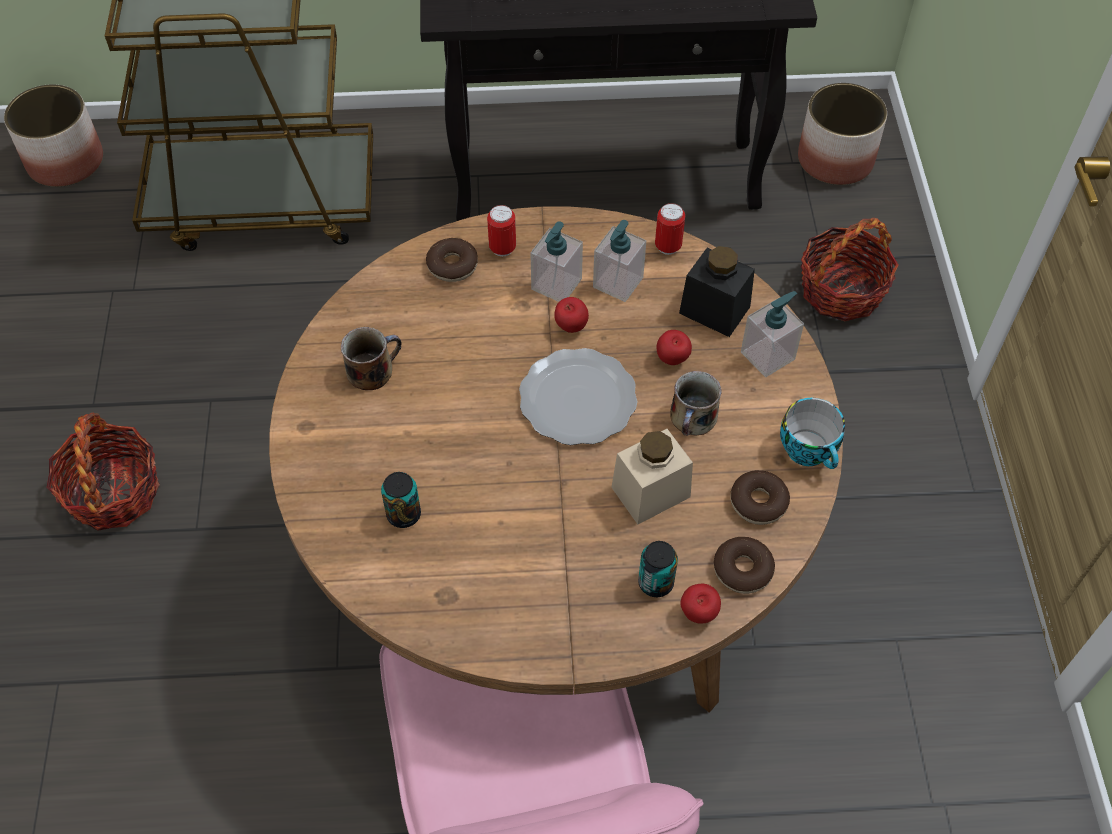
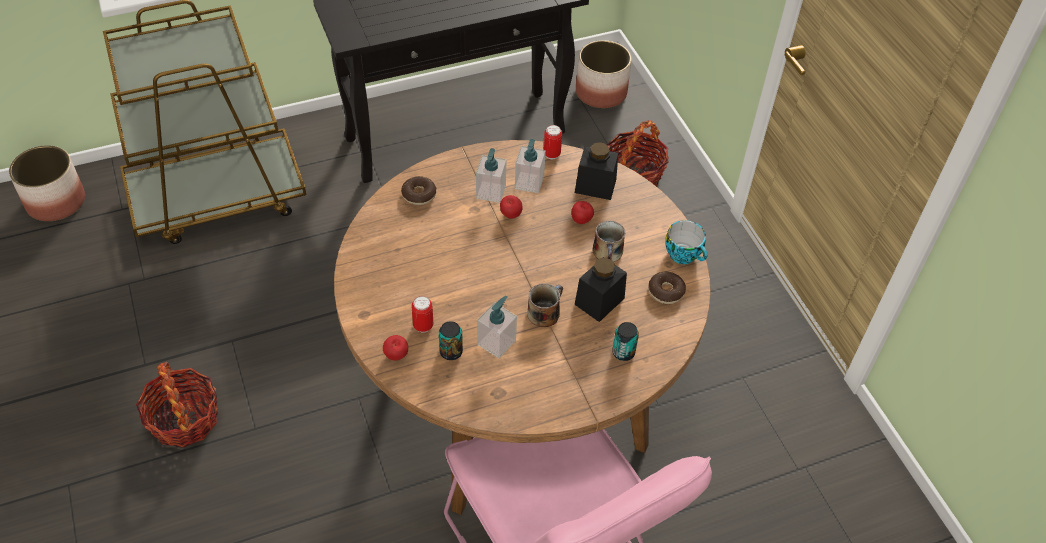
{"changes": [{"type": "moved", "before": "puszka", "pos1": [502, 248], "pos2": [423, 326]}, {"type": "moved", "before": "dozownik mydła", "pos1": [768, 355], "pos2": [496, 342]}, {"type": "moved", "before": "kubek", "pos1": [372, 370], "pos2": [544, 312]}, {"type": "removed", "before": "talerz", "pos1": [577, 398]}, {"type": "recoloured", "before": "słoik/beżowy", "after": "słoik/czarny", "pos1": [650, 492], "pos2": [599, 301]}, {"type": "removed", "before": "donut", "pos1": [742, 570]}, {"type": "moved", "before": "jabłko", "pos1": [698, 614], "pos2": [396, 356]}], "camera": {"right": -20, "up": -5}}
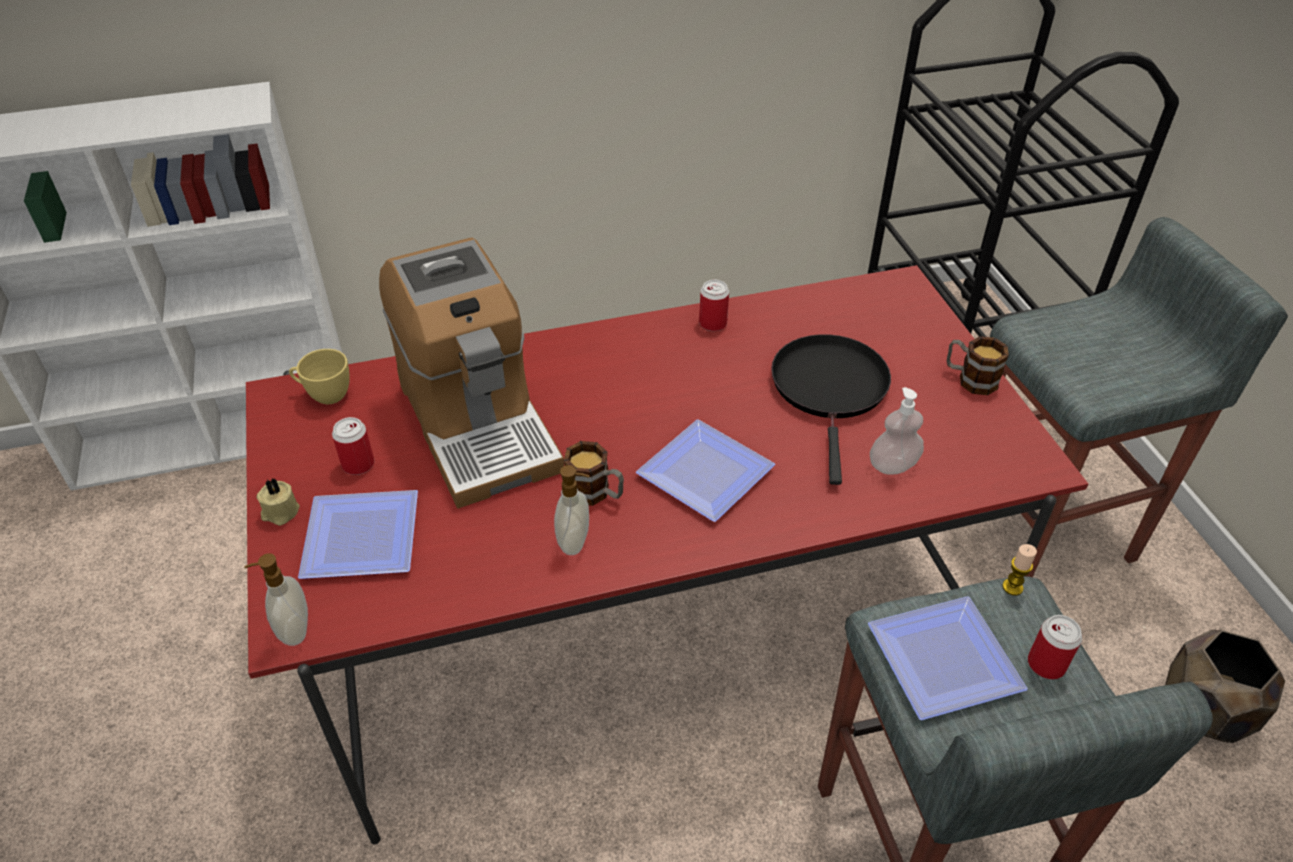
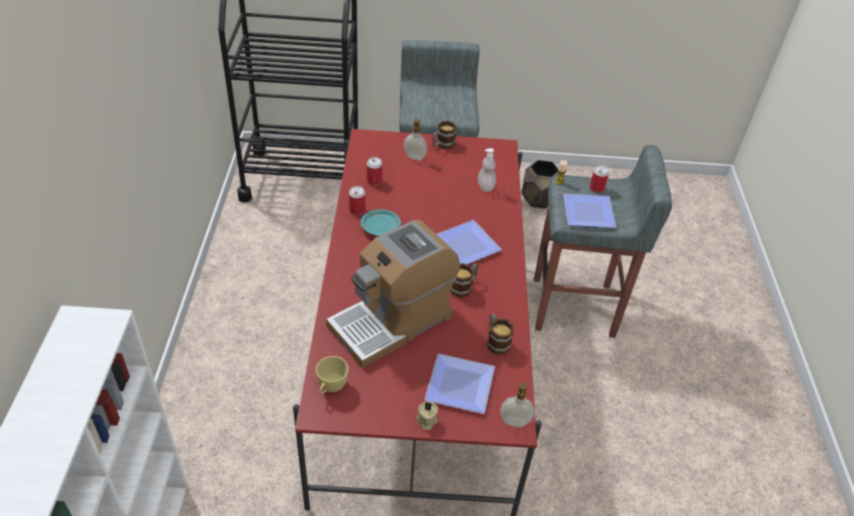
{"changes": [{"type": "turned", "before": "ekspres do kawy", "pos1": [478, 424], "pos2": [392, 321], "turn": 150}, {"type": "removed", "before": "patelnia/czarny", "pos1": [830, 390]}, {"type": "moved", "before": "puszka", "pos1": [358, 464], "pos2": [374, 181]}, {"type": "moved", "before": "dozownik mydła", "pos1": [575, 542], "pos2": [415, 157]}, {"type": "added", "after": "talerz/turkusowy", "pos2": [381, 228]}, {"type": "added", "after": "kubek", "pos2": [496, 341]}], "camera": {"right": -75, "up": 0}}
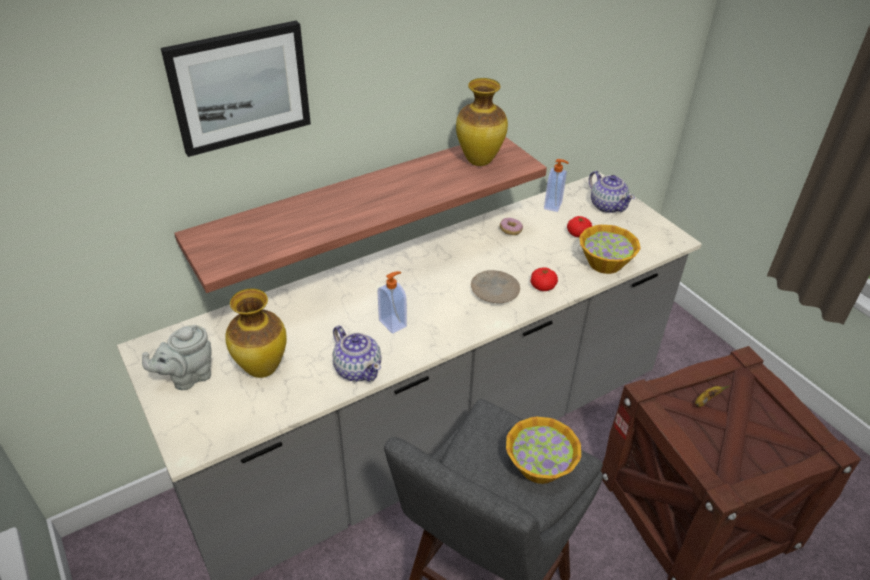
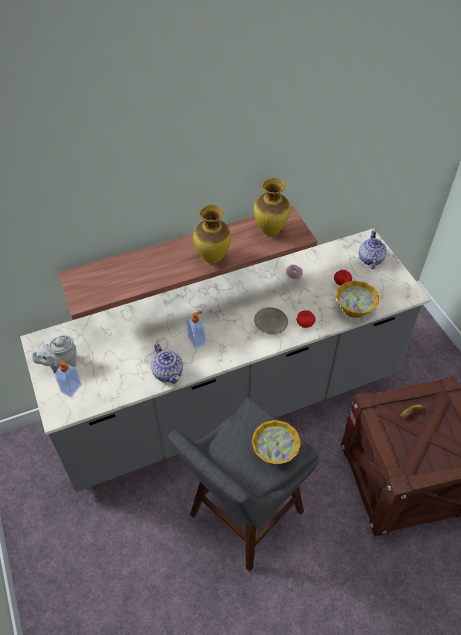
{"changes": [{"type": "removed", "before": "obraz", "pos1": [240, 87]}, {"type": "moved", "before": "dozownik mydła", "pos1": [553, 205], "pos2": [72, 389]}, {"type": "turned", "before": "imbryk", "pos1": [607, 205], "pos2": [370, 259], "turn": -150}, {"type": "moved", "before": "wazon", "pos1": [261, 369], "pos2": [212, 258]}], "camera": {"right": 10, "up": 10}}
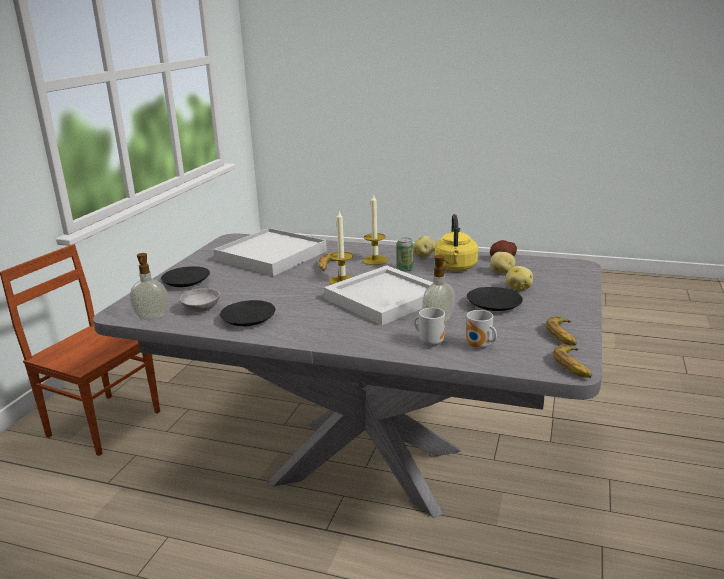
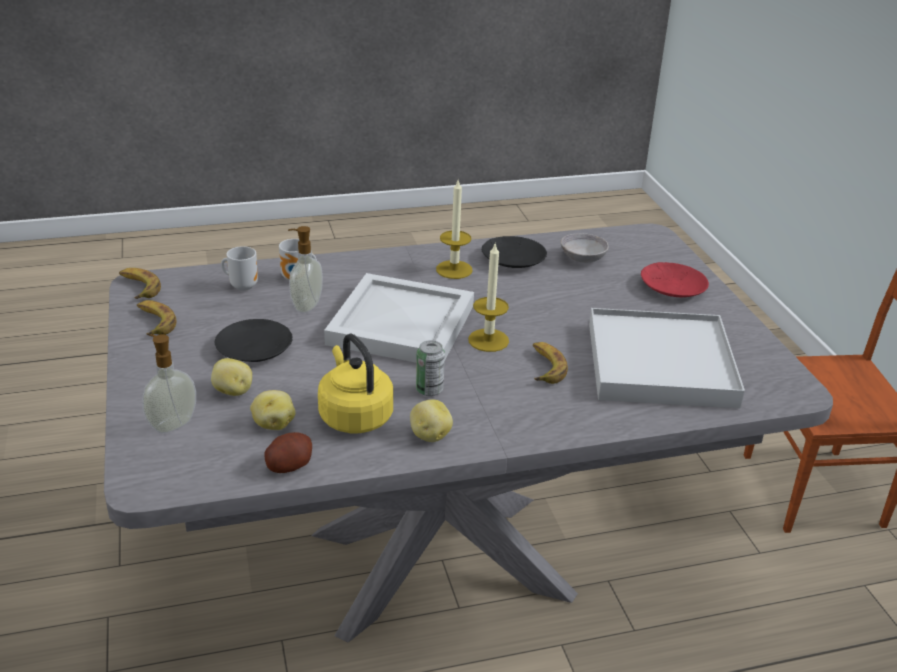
{"changes": [{"type": "moved", "before": "świeca", "pos1": [375, 260], "pos2": [454, 269]}, {"type": "moved", "before": "dozownik mydła", "pos1": [152, 317], "pos2": [172, 424]}, {"type": "recoloured", "before": "talerz/czarny", "after": "talerz/czerwony", "pos1": [186, 282], "pos2": [672, 287]}], "camera": {"right": 145, "up": 10}}
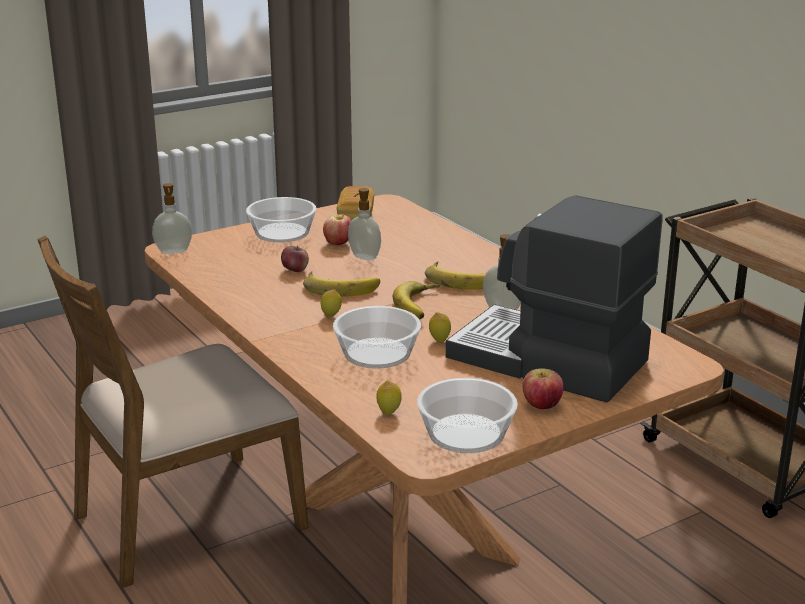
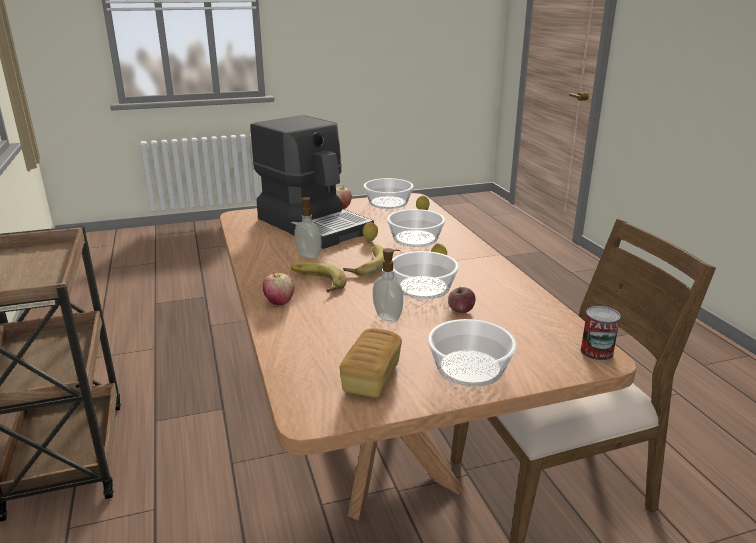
{"changes": [{"type": "replaced", "before": "dozownik mydła", "after": "puszka", "pos1": [174, 252], "pos2": [596, 352]}, {"type": "moved", "before": "jabłko", "pos1": [338, 243], "pos2": [279, 302]}, {"type": "replaced", "before": "banan", "after": "miska", "pos1": [341, 287], "pos2": [422, 287]}], "camera": {"right": -165, "up": 0}}
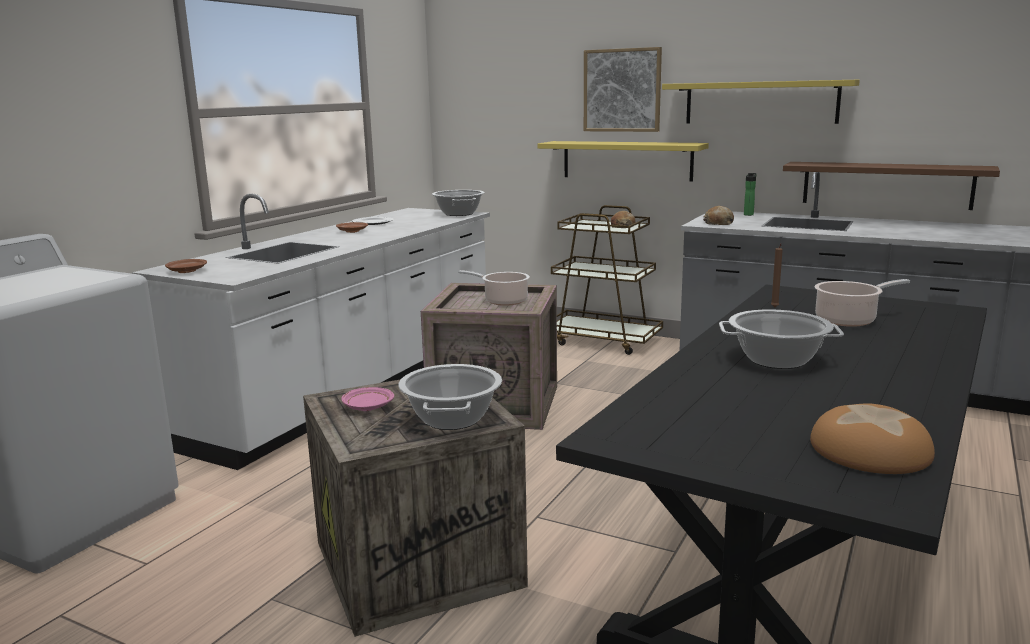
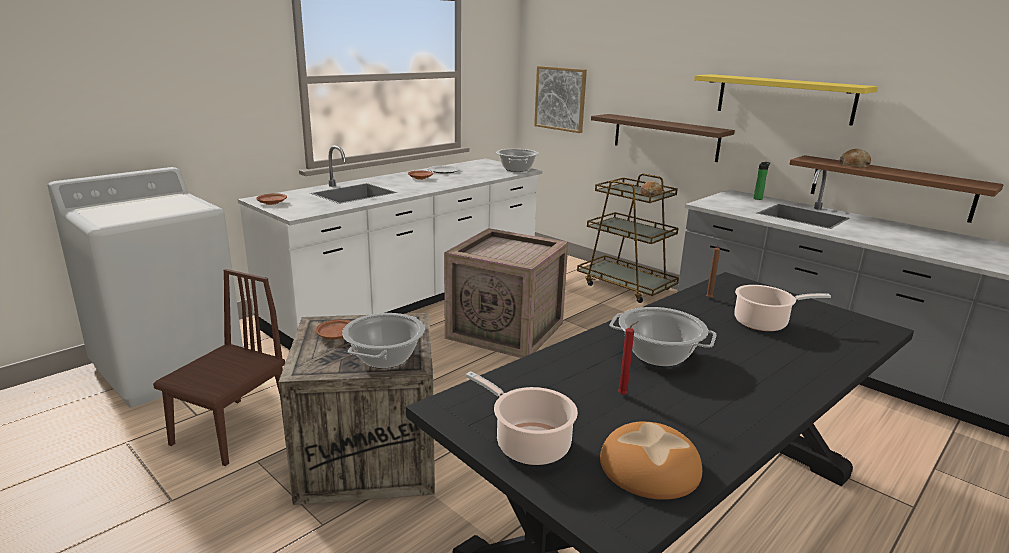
{"changes": [{"type": "moved", "before": "obraz", "pos1": [622, 90], "pos2": [560, 99]}, {"type": "recoloured", "before": "półka/żółty", "after": "półka/brązowy", "pos1": [626, 160], "pos2": [665, 137]}, {"type": "moved", "before": "chleb", "pos1": [718, 223], "pos2": [854, 165]}, {"type": "moved", "before": "garnek", "pos1": [503, 301], "pos2": [528, 443]}, {"type": "recoloured", "before": "talerz/różowy", "after": "talerz/brązowy", "pos1": [367, 407], "pos2": [336, 335]}, {"type": "added", "after": "krzesło/brązowy", "pos2": [232, 431]}, {"type": "added", "after": "świeca/czerwony", "pos2": [624, 395]}], "camera": {"right": 15, "up": 5}}
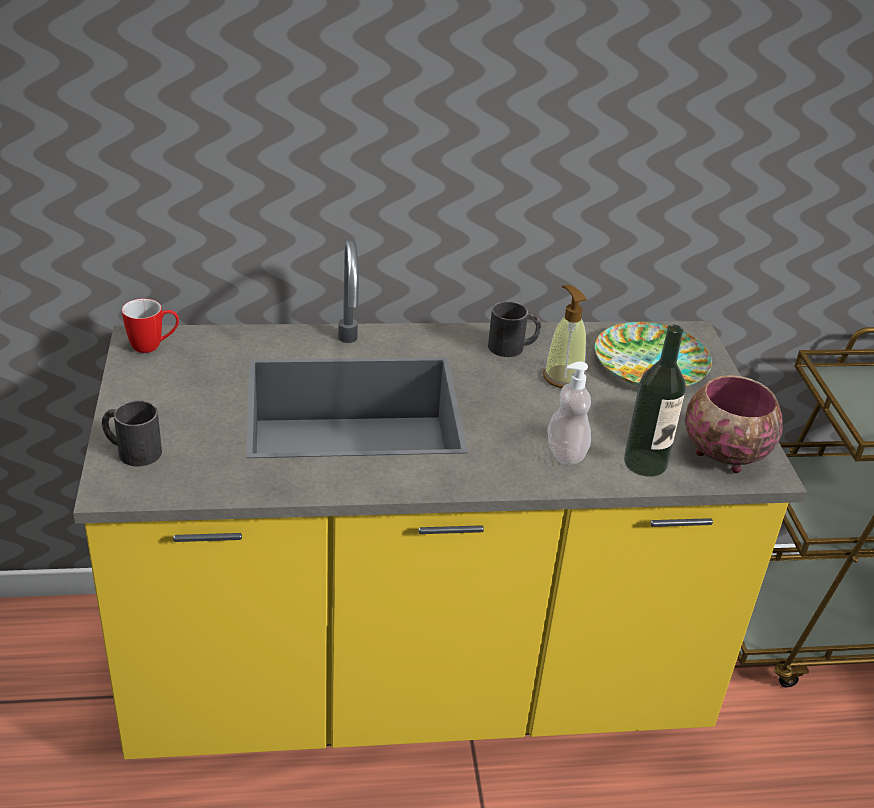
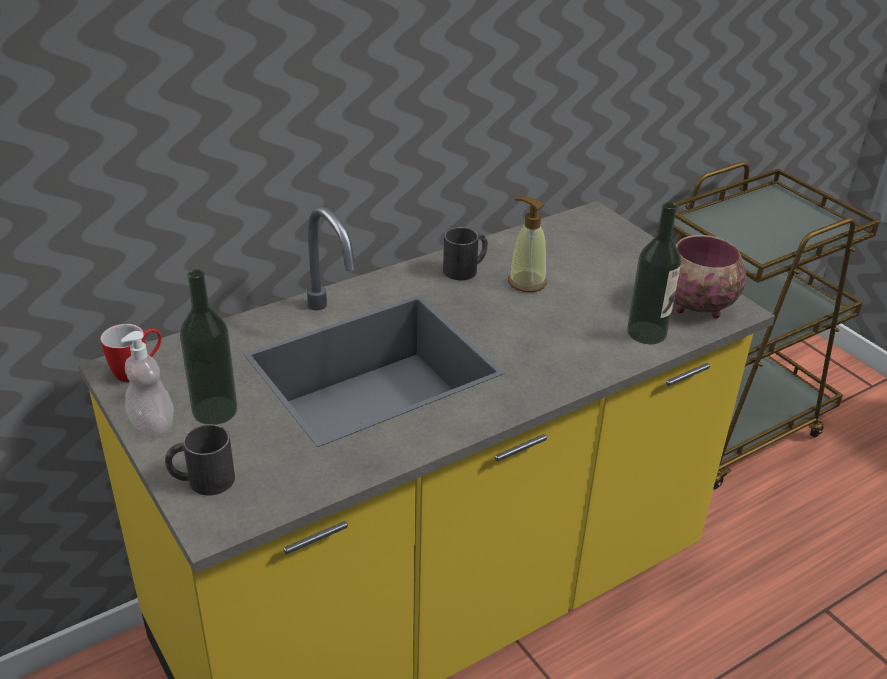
{"changes": [{"type": "removed", "before": "talerz", "pos1": [650, 363]}, {"type": "moved", "before": "dozownik mydła", "pos1": [566, 453], "pos2": [152, 425]}, {"type": "added", "after": "butelka", "pos2": [215, 410]}], "camera": {"right": -25, "up": 0}}
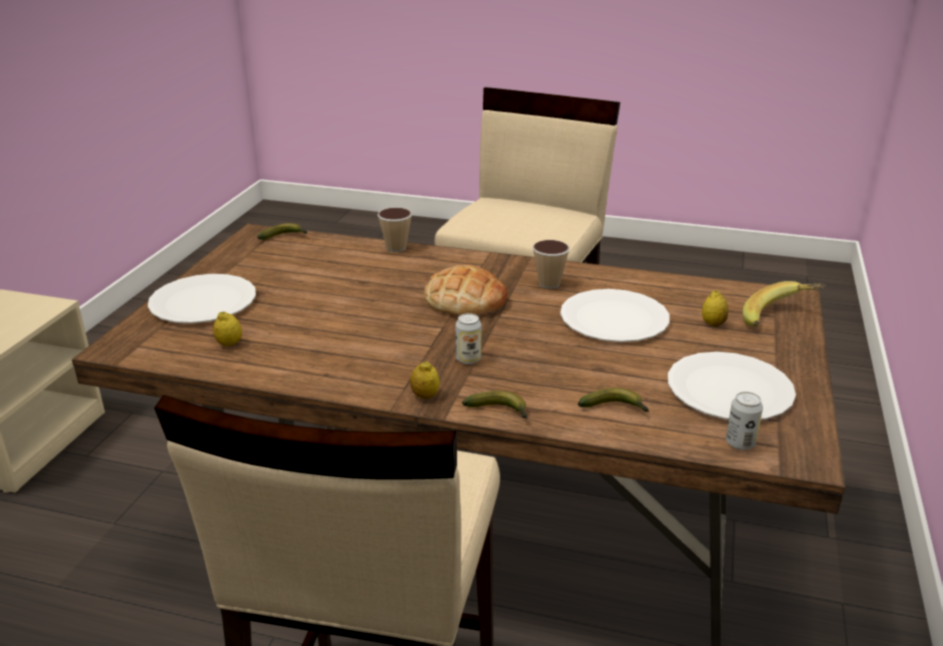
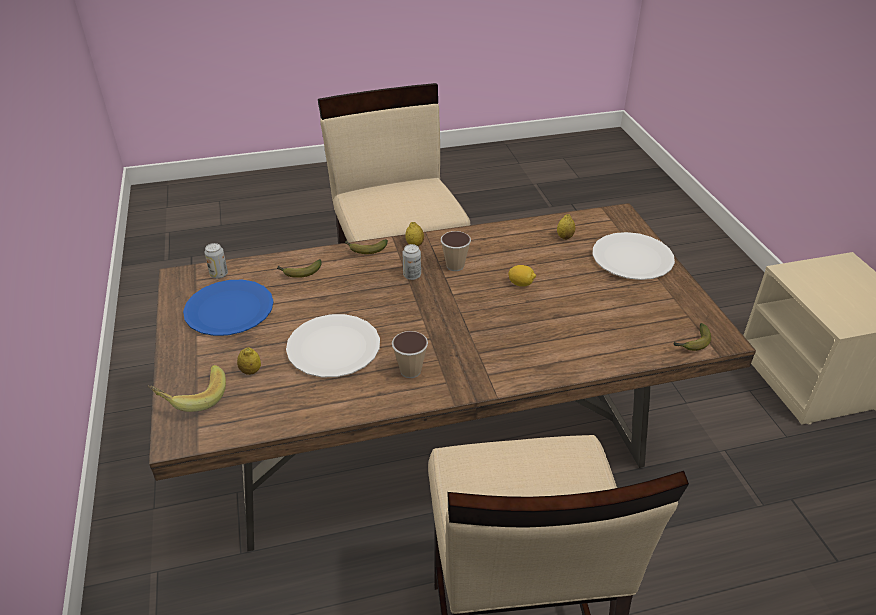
{"changes": [{"type": "moved", "before": "filiżanka", "pos1": [396, 248], "pos2": [455, 266]}, {"type": "removed", "before": "chleb", "pos1": [466, 300]}, {"type": "recoloured", "before": "talerz/biały", "after": "talerz/niebieski", "pos1": [730, 389], "pos2": [229, 309]}, {"type": "added", "after": "cytryna", "pos2": [521, 284]}], "camera": {"right": 150, "up": 10}}
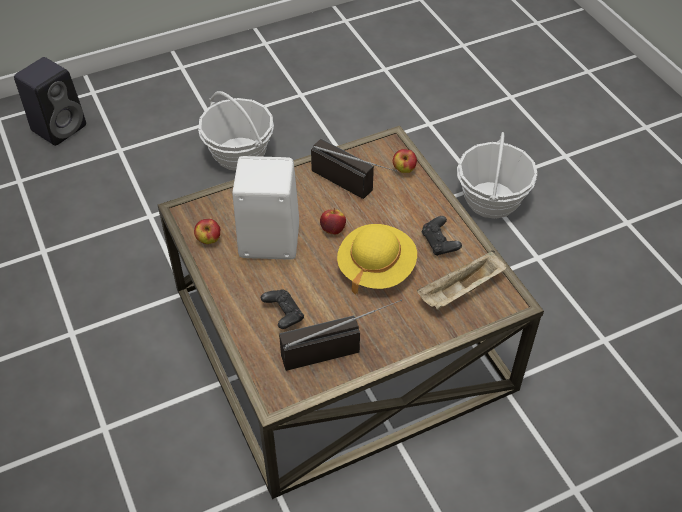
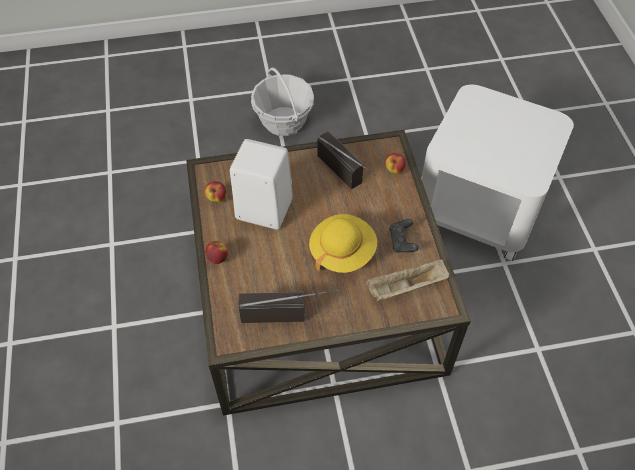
{"changes": [{"type": "removed", "before": "głośnik/czarny", "pos1": [60, 127]}, {"type": "replaced", "before": "koszyk", "after": "stolik/biały", "pos1": [491, 200], "pos2": [481, 204]}, {"type": "moved", "before": "jabłko", "pos1": [333, 229], "pos2": [217, 258]}, {"type": "removed", "before": "pad do gier/czarny", "pos1": [283, 315]}], "camera": {"right": 15, "up": 5}}
